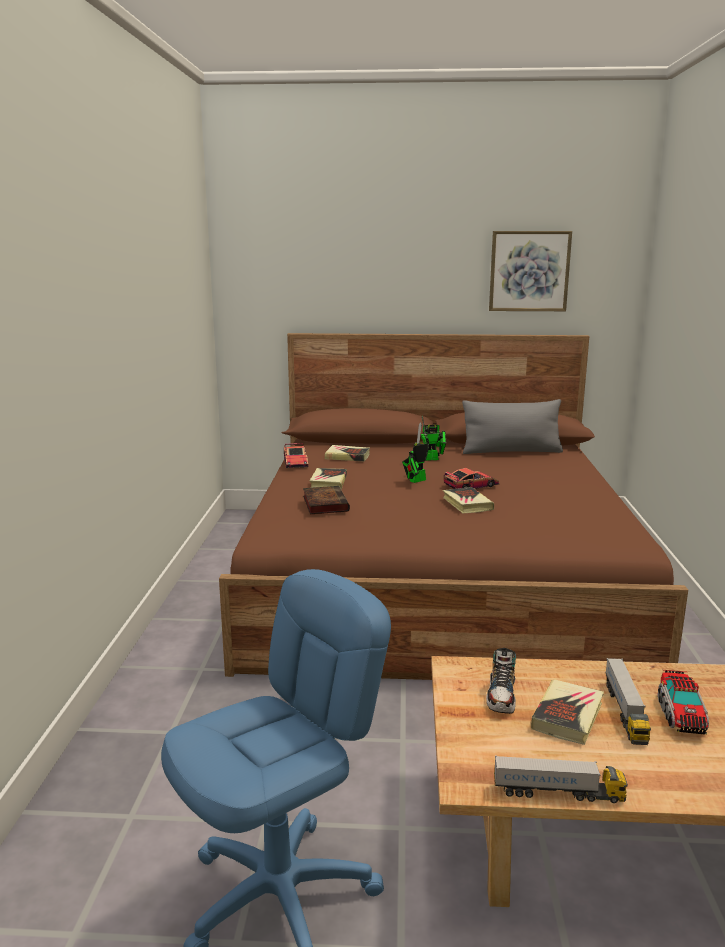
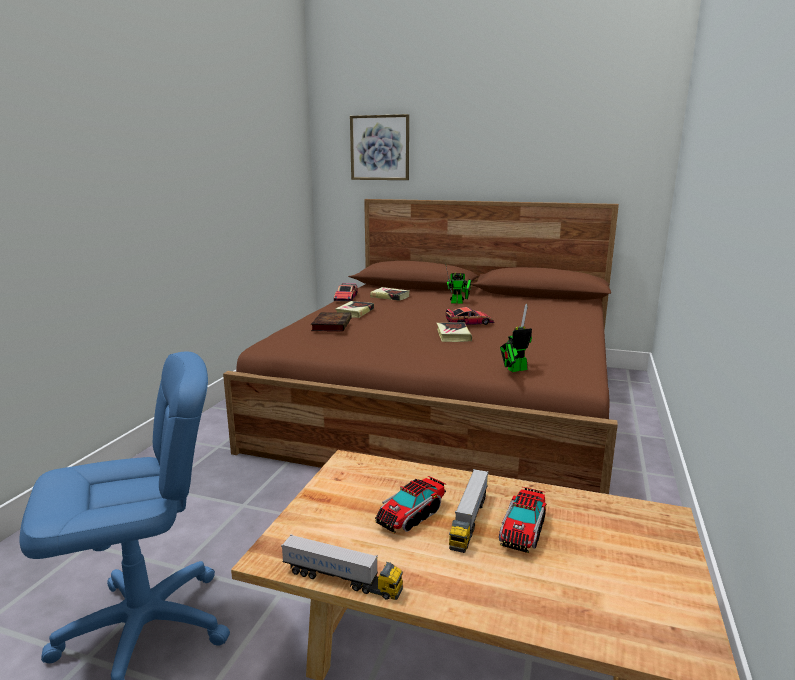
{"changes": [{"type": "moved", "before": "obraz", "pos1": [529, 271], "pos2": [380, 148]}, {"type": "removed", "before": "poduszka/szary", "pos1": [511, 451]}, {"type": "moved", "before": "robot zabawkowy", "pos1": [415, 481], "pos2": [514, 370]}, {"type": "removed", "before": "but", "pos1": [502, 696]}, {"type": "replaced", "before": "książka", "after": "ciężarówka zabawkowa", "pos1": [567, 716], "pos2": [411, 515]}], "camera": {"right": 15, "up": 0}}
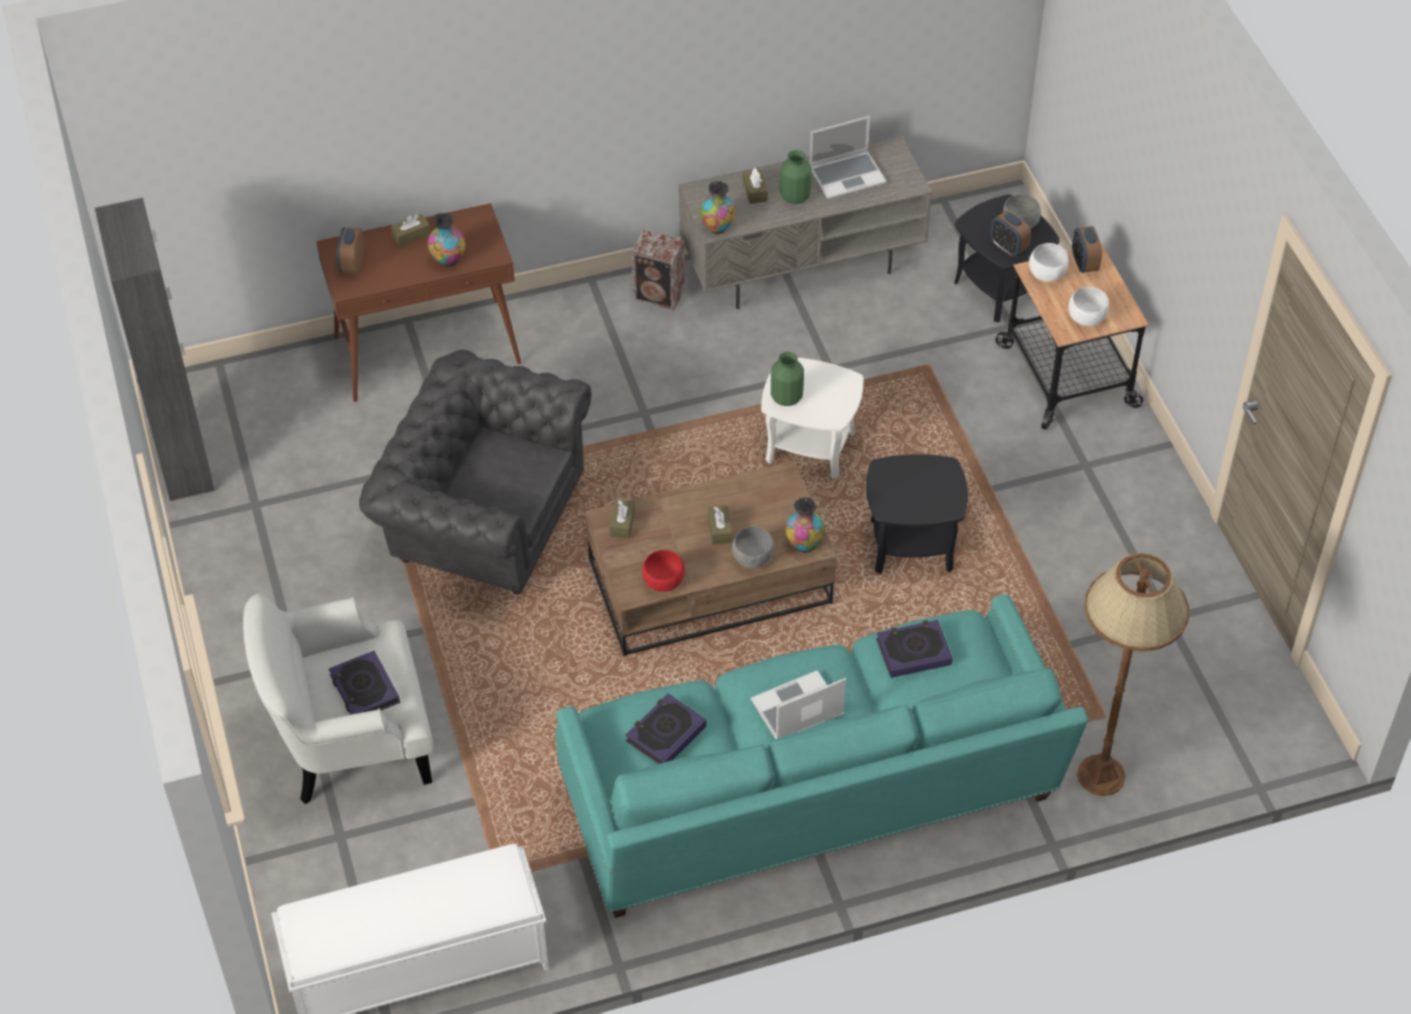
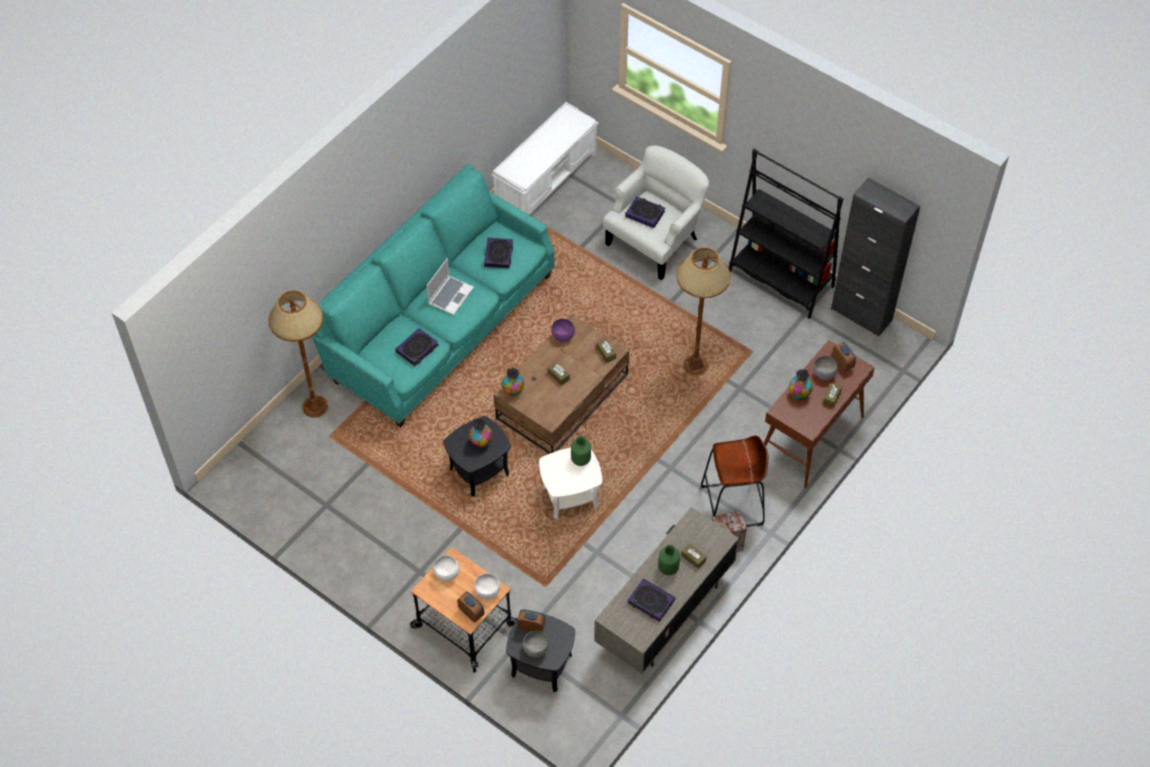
{"changes": [{"type": "replaced", "before": "laptop", "after": "książka", "pos1": [847, 176], "pos2": [651, 602]}, {"type": "moved", "before": "wazon", "pos1": [717, 227], "pos2": [481, 442]}, {"type": "replaced", "before": "fotel/szary", "after": "lampa stojąca/brązowy", "pos1": [482, 519], "pos2": [695, 366]}, {"type": "moved", "before": "miska/szary", "pos1": [753, 559], "pos2": [824, 374]}, {"type": "recoloured", "before": "miska/czerwony", "after": "miska/fioletowy", "pos1": [664, 583], "pos2": [562, 336]}, {"type": "added", "after": "regał/czarny", "pos2": [781, 279]}, {"type": "added", "after": "stołek/brązowy", "pos2": [732, 505]}], "camera": {"right": 145, "up": 5}}
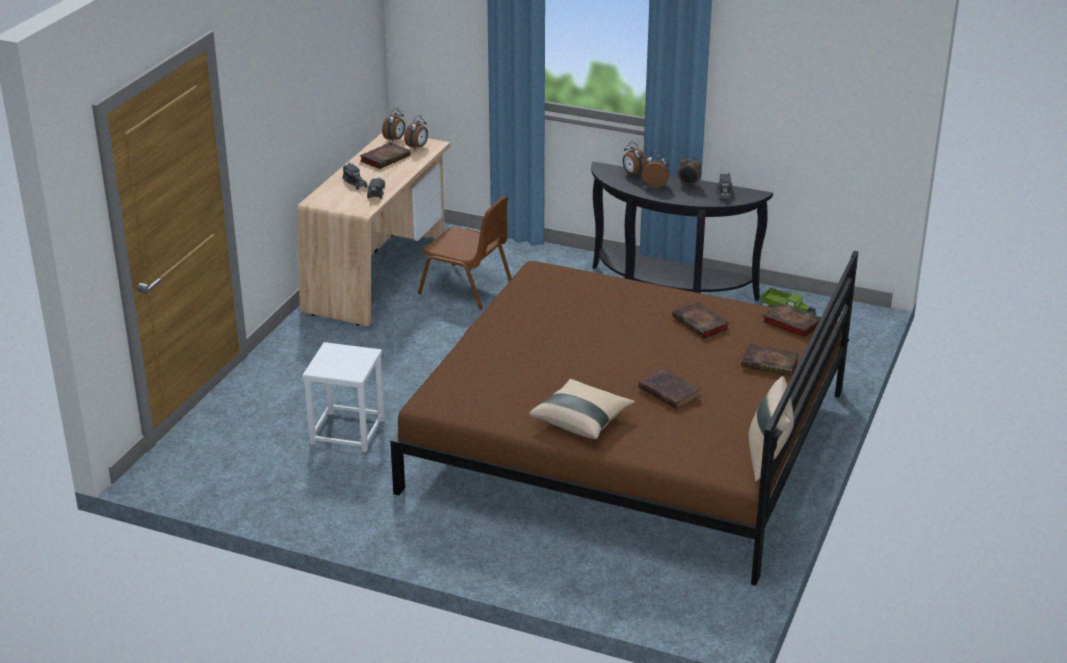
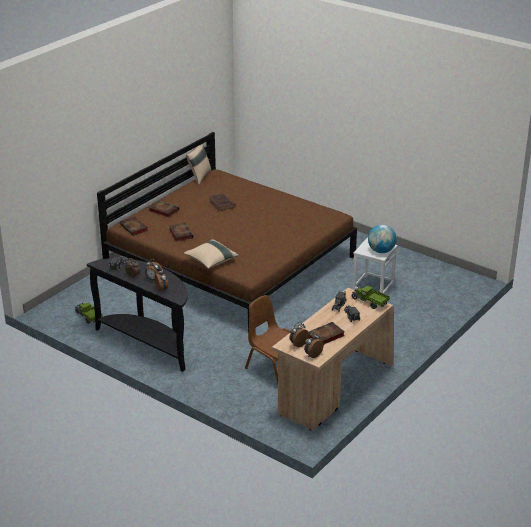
{"changes": [{"type": "moved", "before": "poduszka/beżowy", "pos1": [582, 421], "pos2": [211, 261]}, {"type": "added", "after": "globus", "pos2": [381, 251]}, {"type": "added", "after": "ciężarówka zabawkowa", "pos2": [369, 302]}], "camera": {"right": -165, "up": 0}}
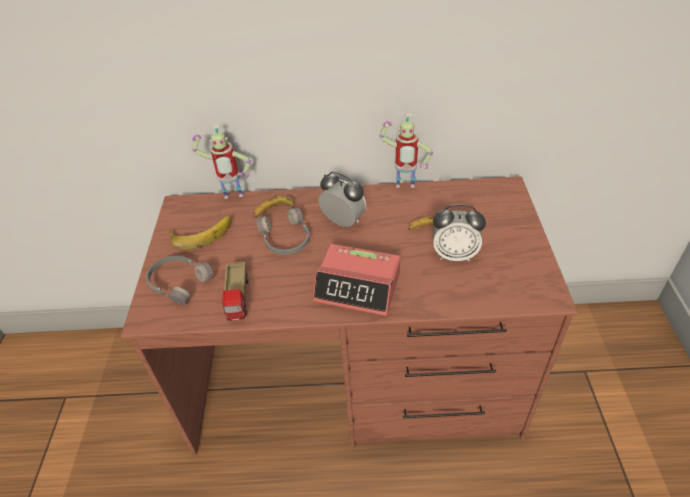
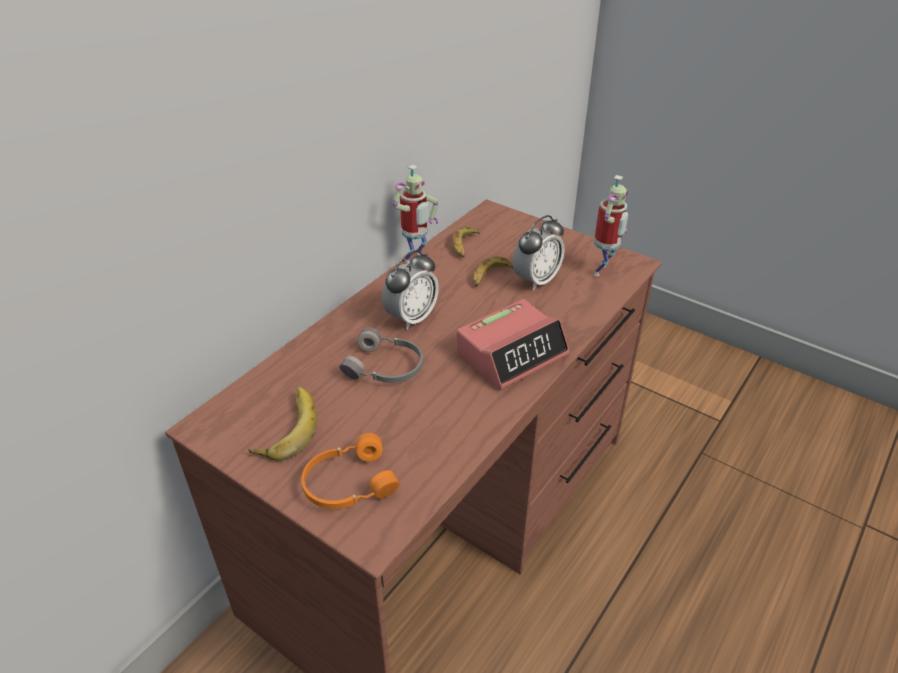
{"changes": [{"type": "moved", "before": "robot zabawkowy", "pos1": [233, 198], "pos2": [603, 271]}, {"type": "turned", "before": "budzik", "pos1": [343, 222], "pos2": [411, 318], "turn": 150}, {"type": "moved", "before": "banan", "pos1": [273, 210], "pos2": [464, 246]}, {"type": "recoloured", "before": "słuchawki/szary", "after": "słuchawki/pomarańczowy", "pos1": [179, 282], "pos2": [348, 483]}, {"type": "removed", "before": "ciężarówka zabawkowa", "pos1": [238, 298]}], "camera": {"right": -55, "up": -5}}
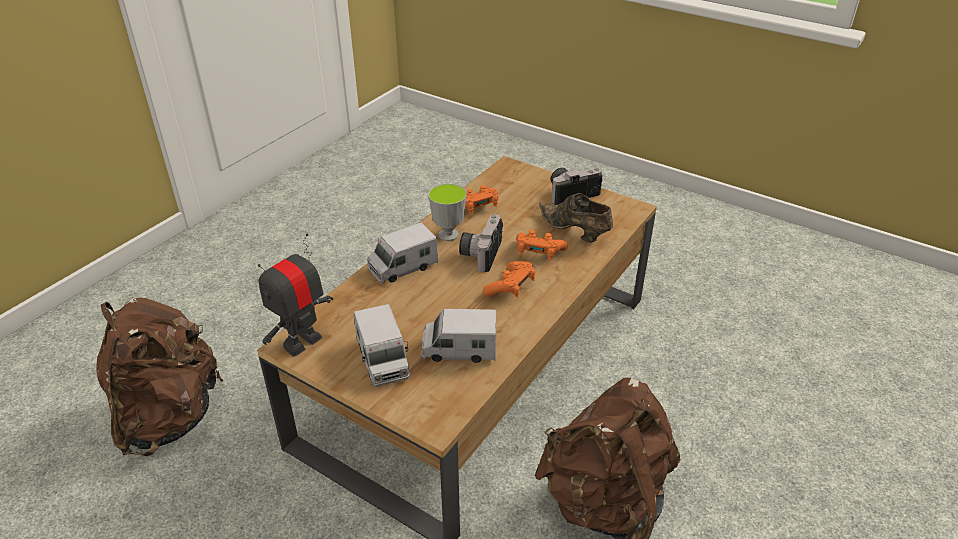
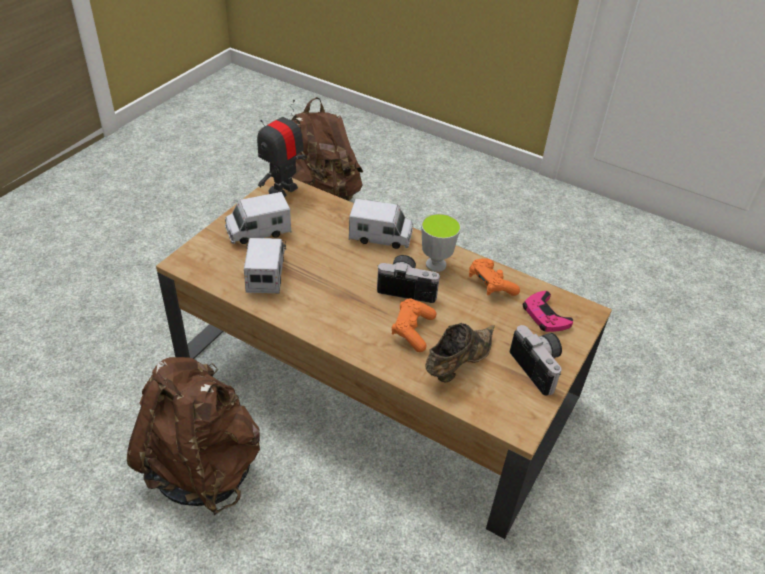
{"changes": [{"type": "turned", "before": "ciężarówka zabawkowa", "pos1": [402, 267], "pos2": [380, 237], "turn": 135}, {"type": "turned", "before": "robot zabawkowy", "pos1": [302, 342], "pos2": [283, 190], "turn": -90}, {"type": "removed", "before": "pad do gier/pomarańczowy", "pos1": [511, 287]}, {"type": "added", "after": "pad do gier/różowy", "pos2": [545, 316]}], "camera": {"right": 85, "up": 5}}
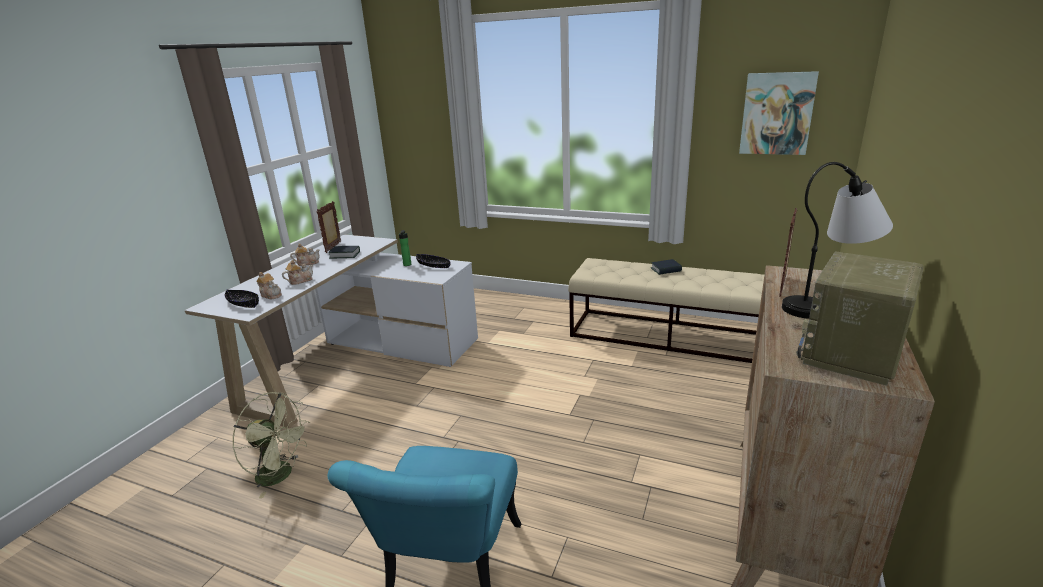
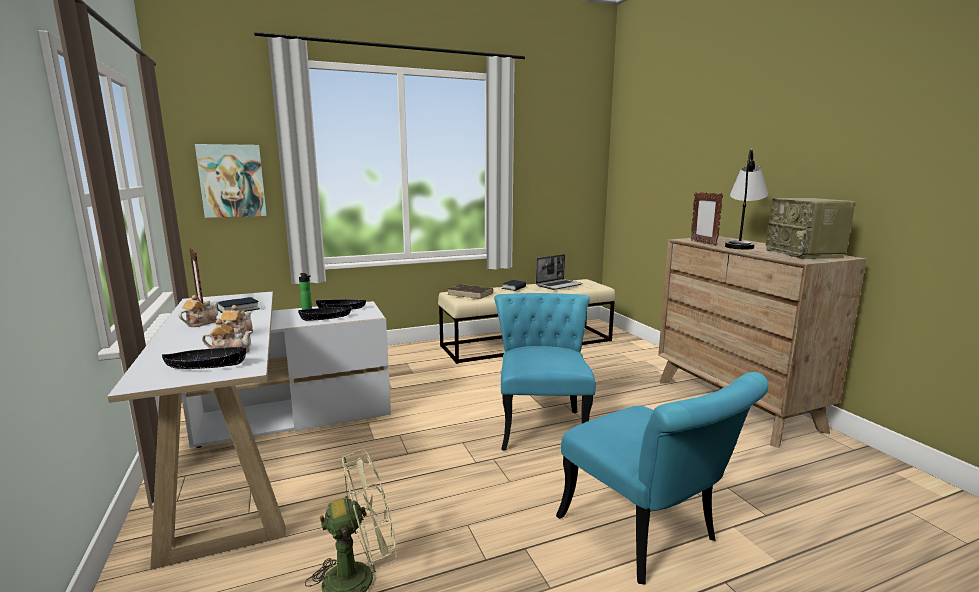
{"changes": [{"type": "moved", "before": "obraz", "pos1": [776, 114], "pos2": [232, 181]}, {"type": "added", "after": "laptop", "pos2": [559, 285]}, {"type": "added", "after": "książka/brązowy", "pos2": [470, 294]}, {"type": "added", "after": "krzesło/turkusowy", "pos2": [542, 423]}, {"type": "added", "after": "miska/czarny", "pos2": [326, 318]}], "camera": {"right": -45, "up": -10}}
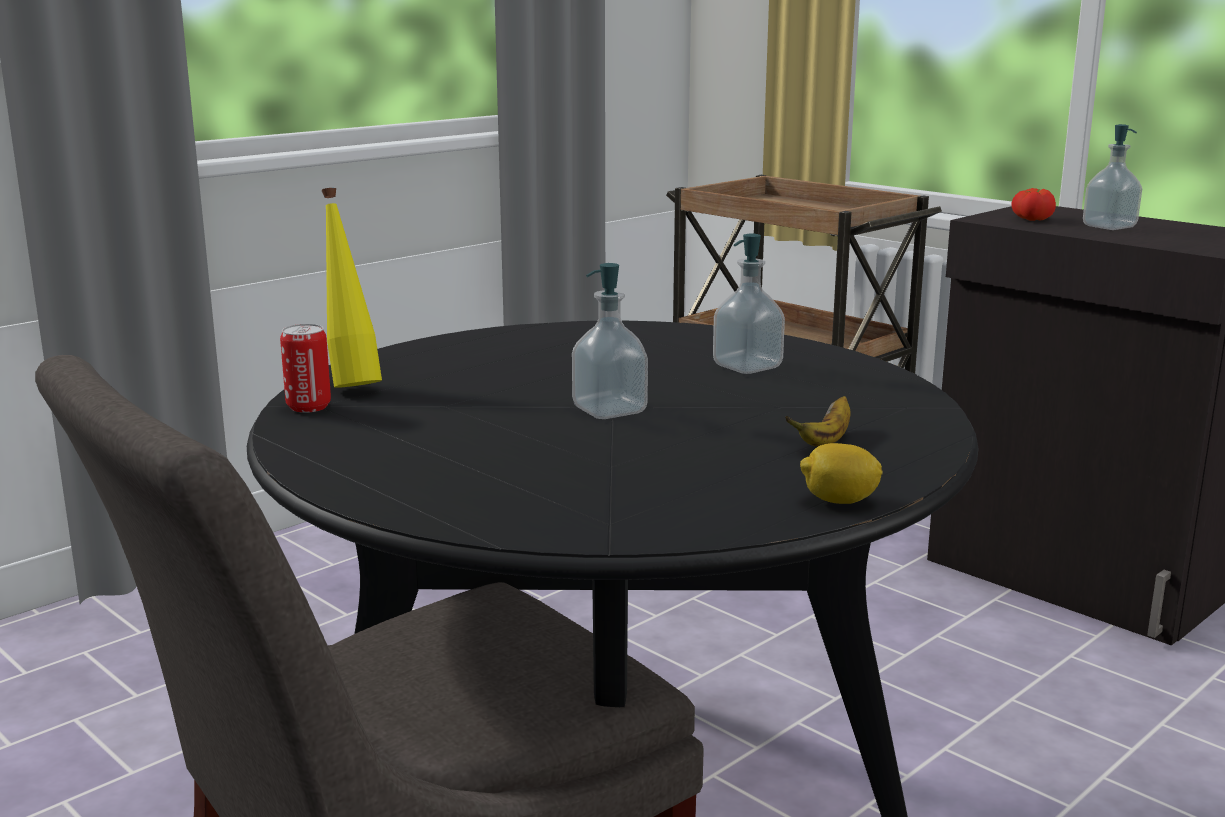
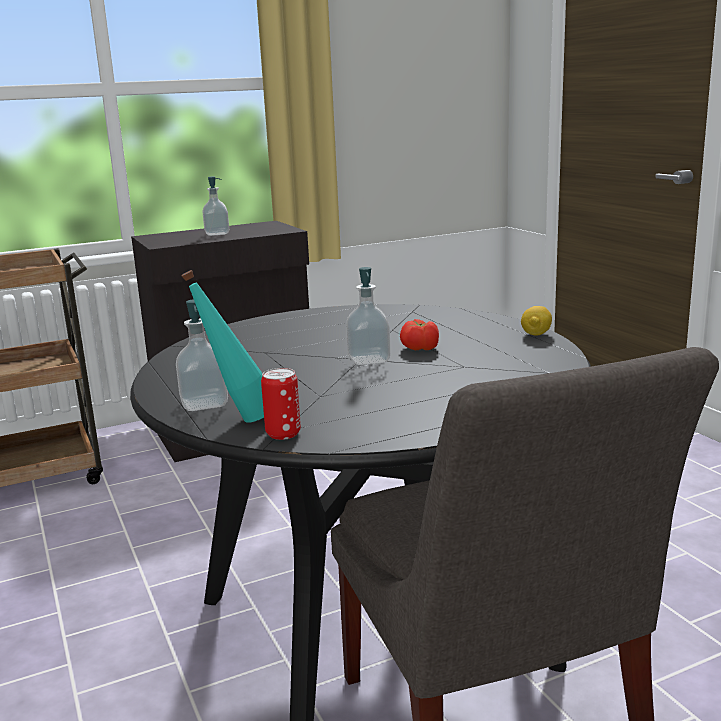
{"changes": [{"type": "recoloured", "before": "butelka/żółty", "after": "butelka/turkusowy", "pos1": [351, 384], "pos2": [238, 420]}, {"type": "moved", "before": "pomidor", "pos1": [1031, 219], "pos2": [419, 348]}, {"type": "moved", "before": "dozownik mydła", "pos1": [747, 367], "pos2": [204, 404]}, {"type": "removed", "before": "banan", "pos1": [826, 441]}], "camera": {"right": -70, "up": 0}}
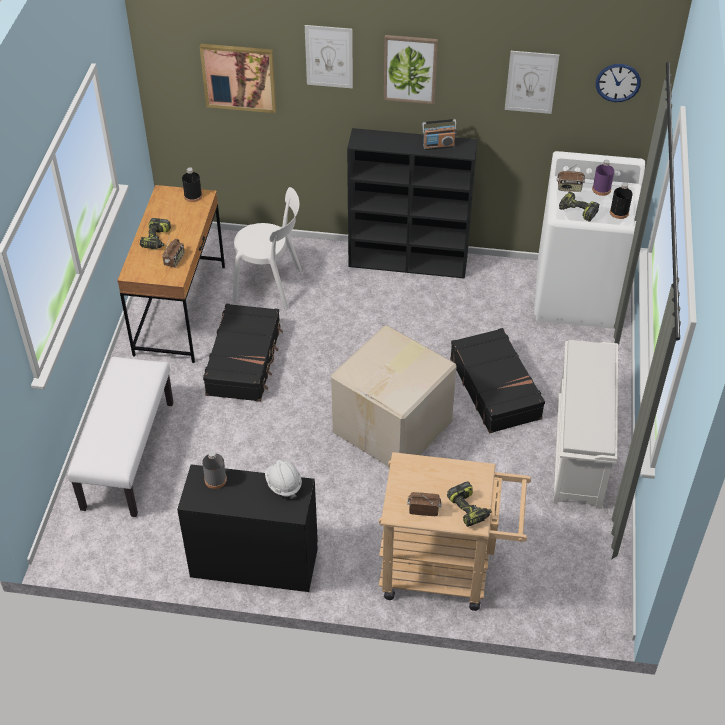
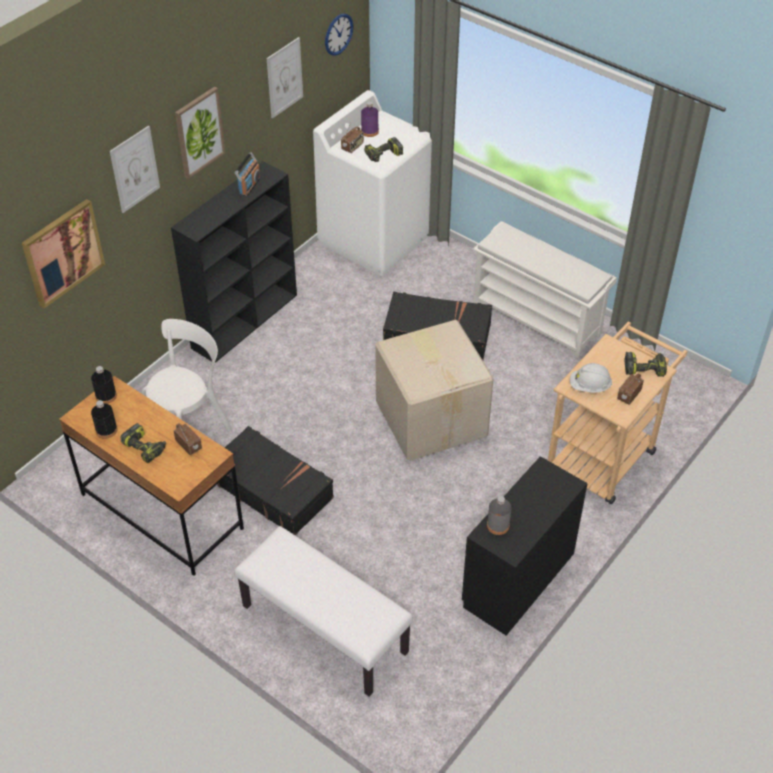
{"changes": [{"type": "moved", "before": "butelka/czarny", "pos1": [619, 212], "pos2": [106, 430]}, {"type": "moved", "before": "kask/biały", "pos1": [283, 484], "pos2": [589, 386]}], "camera": {"right": -60, "up": 0}}
